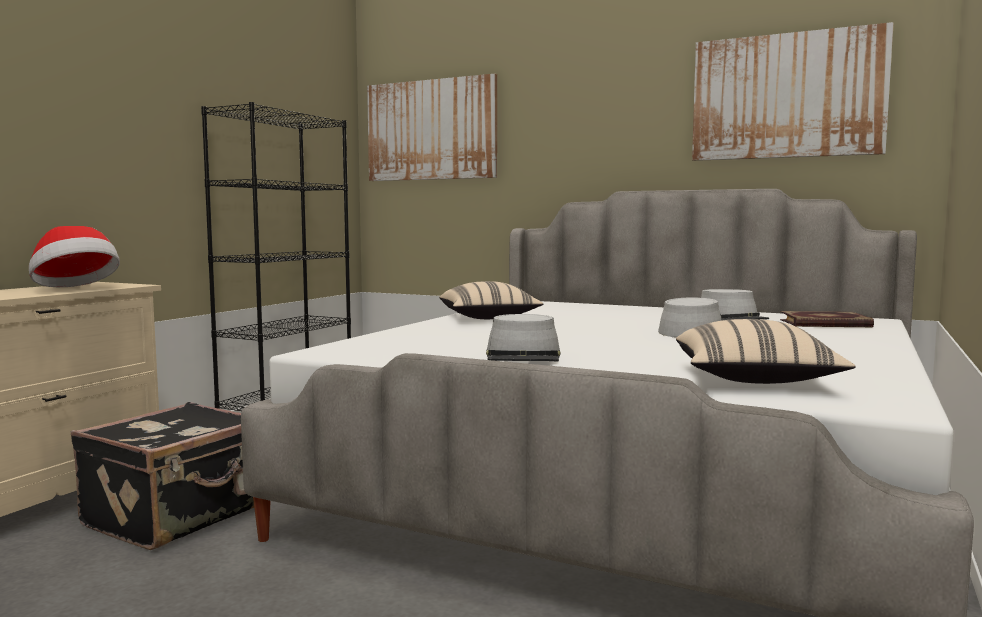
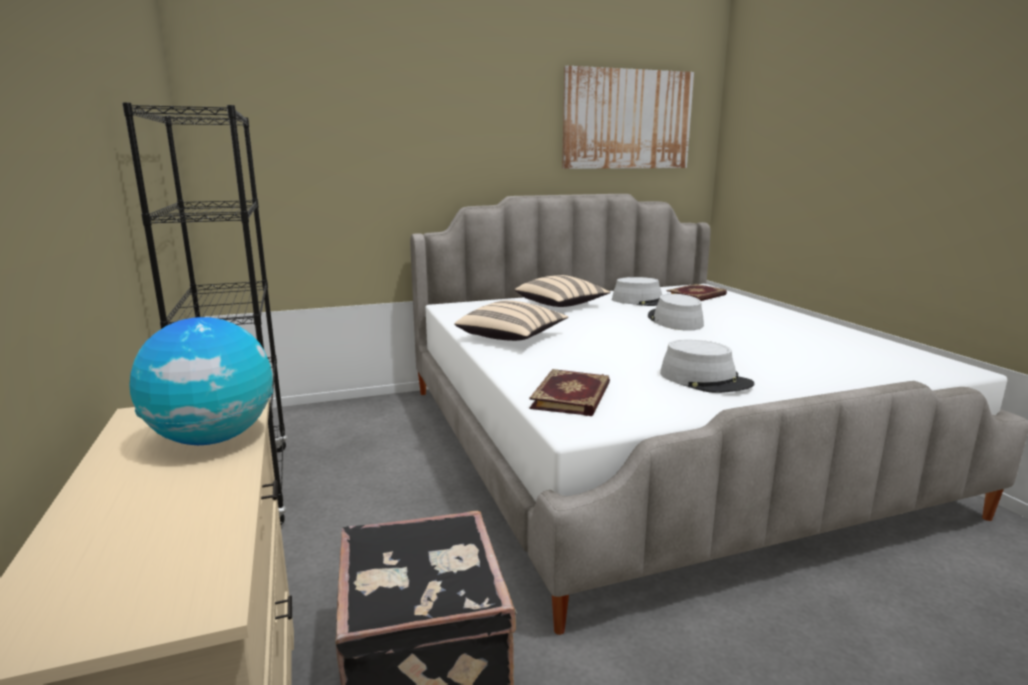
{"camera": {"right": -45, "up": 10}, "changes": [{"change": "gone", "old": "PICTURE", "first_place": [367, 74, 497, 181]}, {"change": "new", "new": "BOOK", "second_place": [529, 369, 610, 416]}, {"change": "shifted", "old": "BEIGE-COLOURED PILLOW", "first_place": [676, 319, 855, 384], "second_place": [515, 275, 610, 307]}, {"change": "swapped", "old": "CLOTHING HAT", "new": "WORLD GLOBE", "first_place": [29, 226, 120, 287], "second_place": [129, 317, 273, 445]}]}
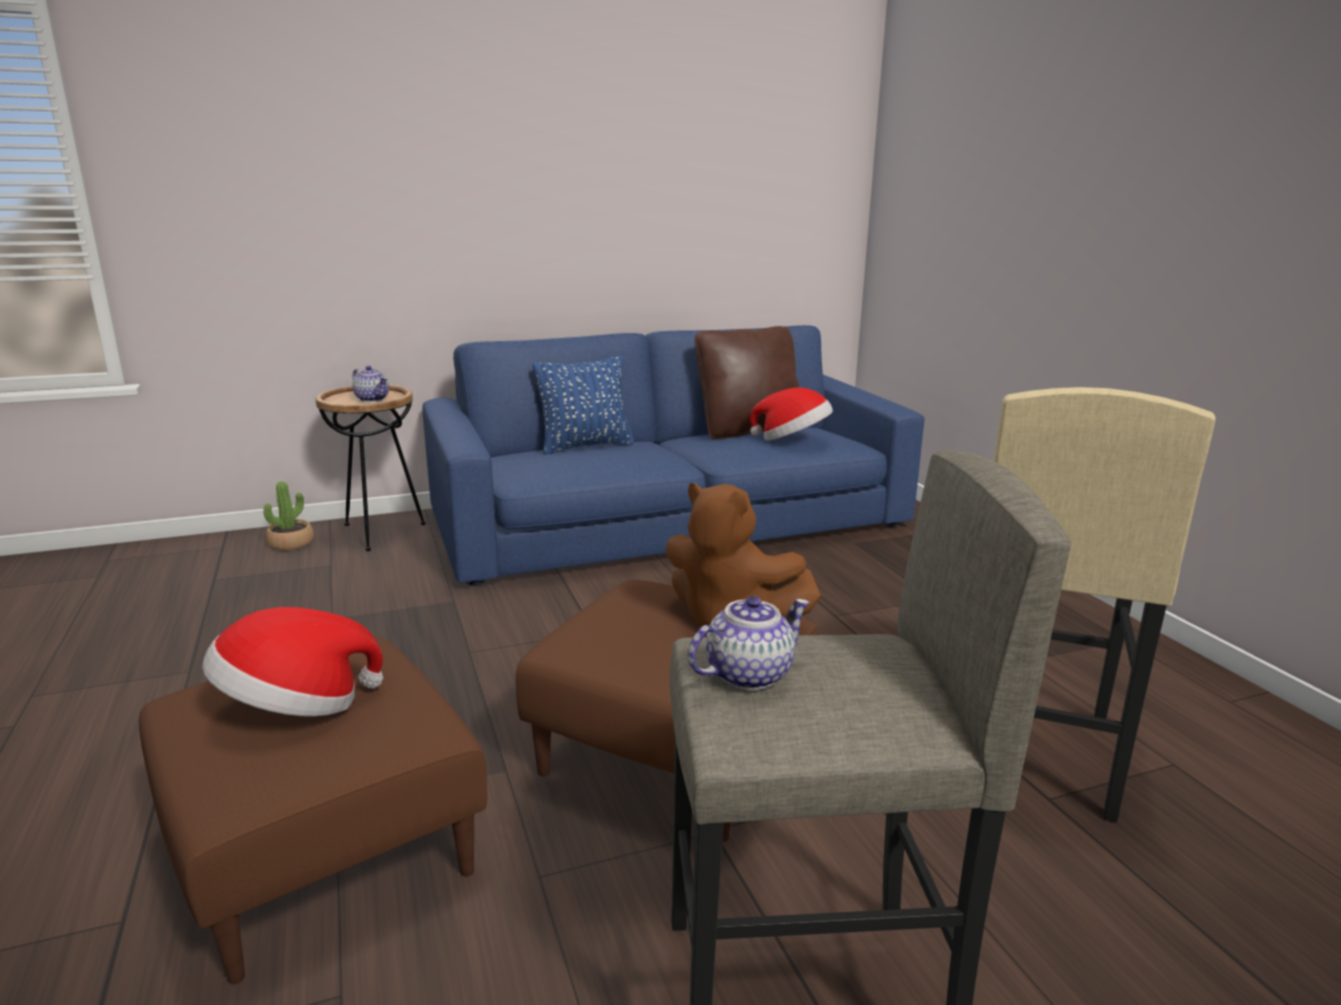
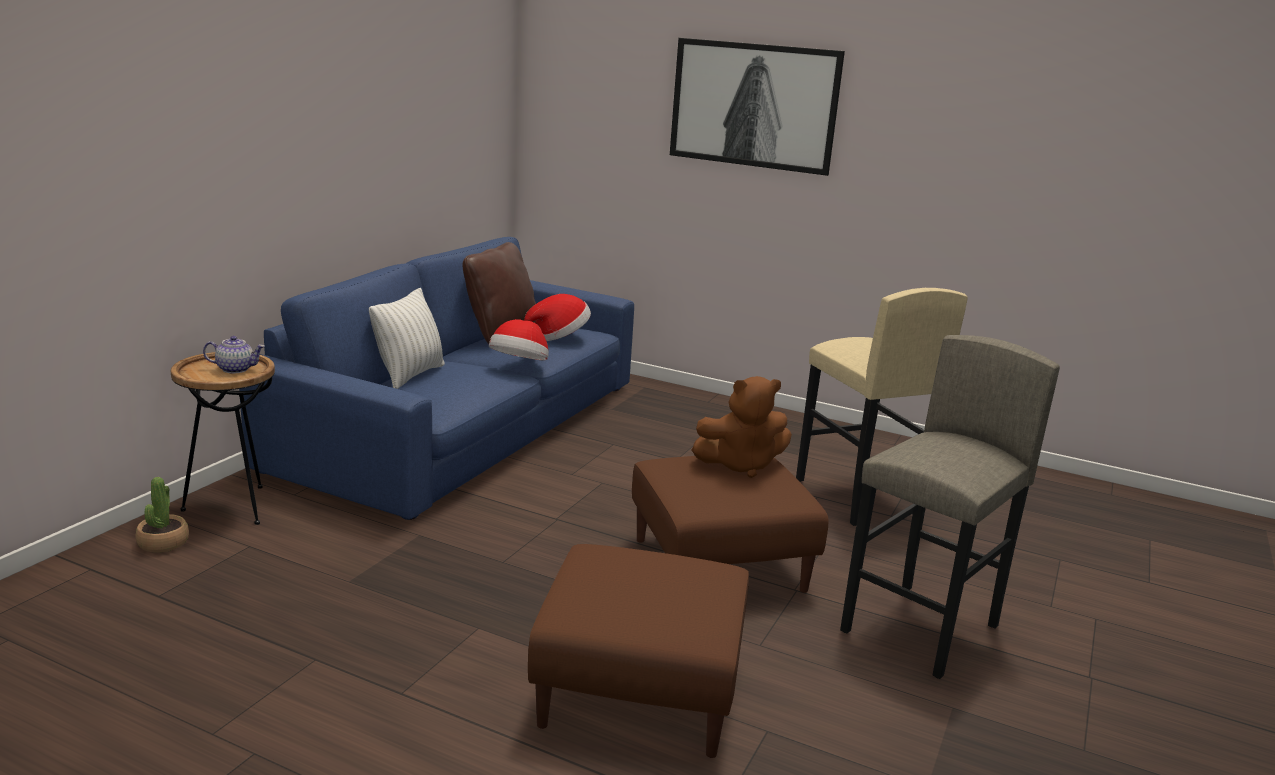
{"camera": {"right": -45, "up": 0}, "changes": [{"change": "gone", "old": "POT FOR TEA", "first_place": [688, 596, 810, 690]}, {"change": "new", "new": "PICTURE", "second_place": [670, 38, 845, 176]}, {"change": "shifted", "old": "CLOTHING HAT", "first_place": [202, 607, 383, 717], "second_place": [489, 319, 549, 361]}, {"change": "repainted", "old": "BLUISH PILLOW", "new": "WHITE-COLOURED PILLOW", "first_place": [532, 356, 634, 454], "second_place": [369, 288, 445, 389]}]}
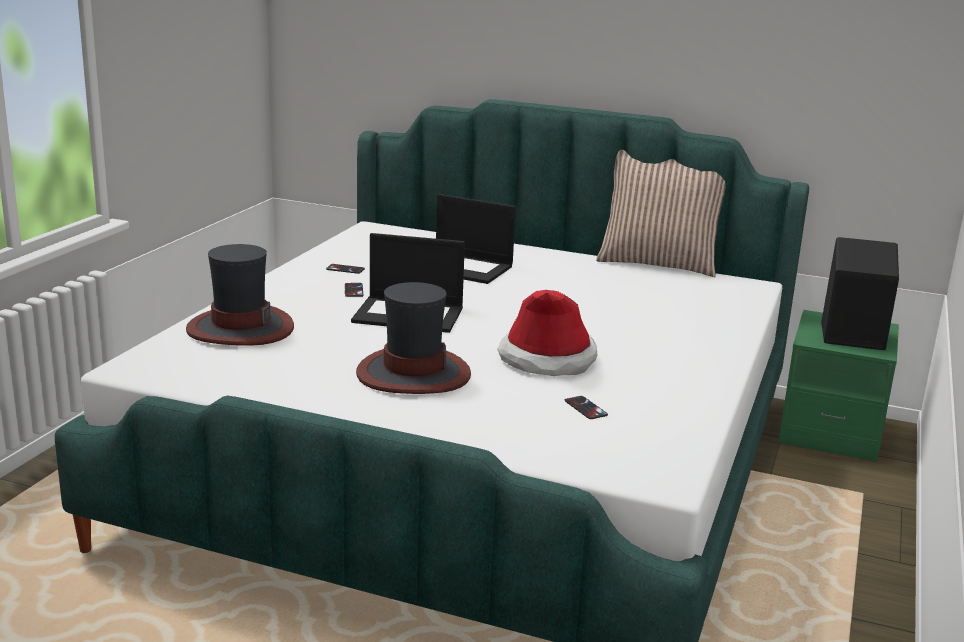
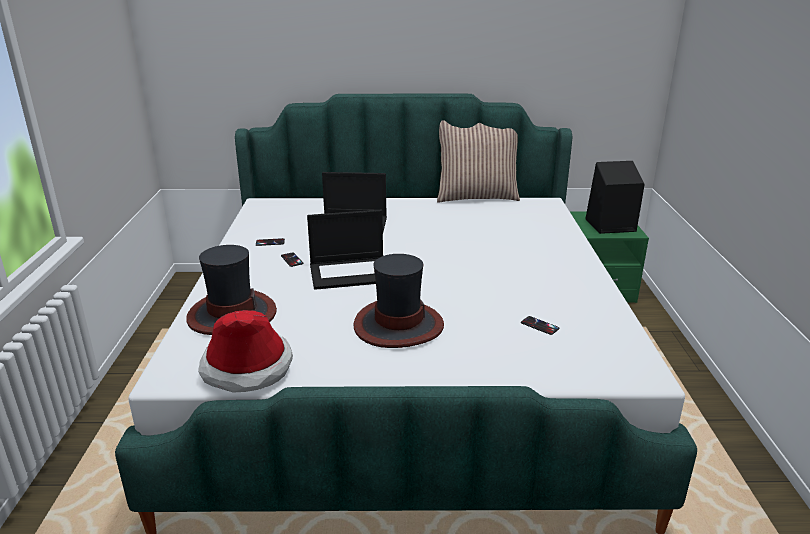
{"camera": {"right": -20, "up": 5}, "changes": [{"change": "shifted", "old": "CLOTHING HAT", "first_place": [497, 290, 597, 376], "second_place": [198, 310, 293, 392]}]}
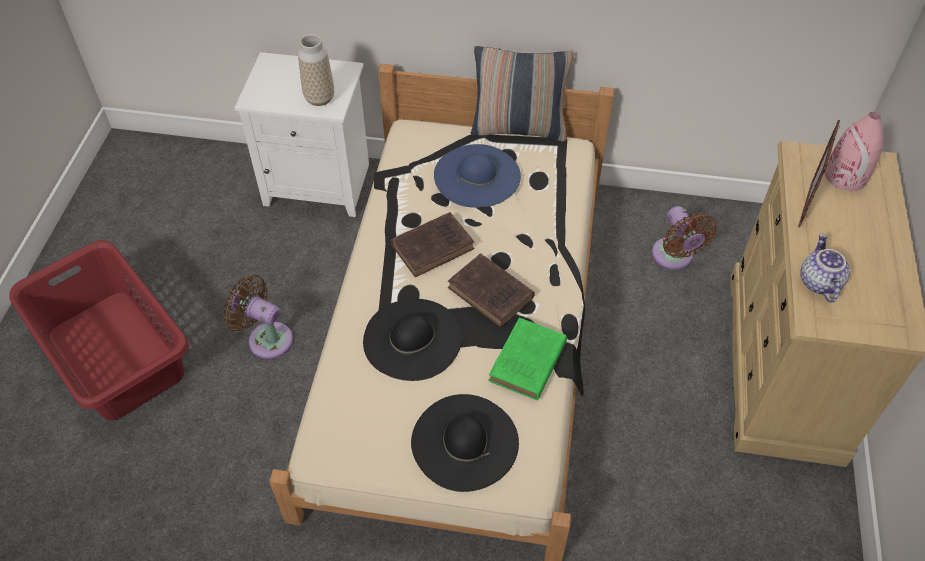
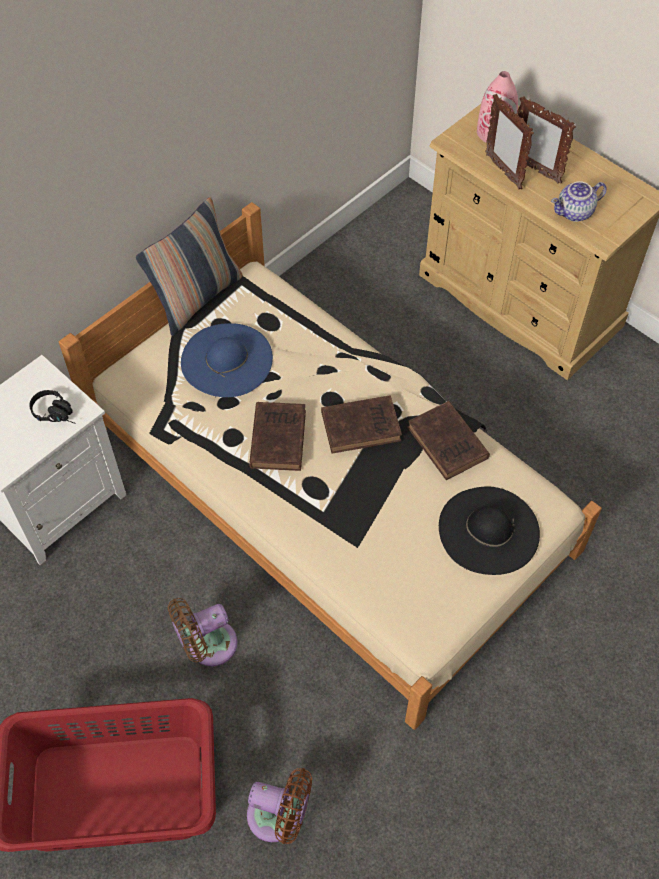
{"camera": {"right": -55, "up": 5}, "changes": [{"change": "gone", "old": "BLACK CLOTHING HAT", "first_place": [363, 299, 462, 381]}, {"change": "new", "new": "PHOTO FRAME", "second_place": [517, 97, 576, 184]}, {"change": "shifted", "old": "BROWN ELECTRIC FAN", "first_place": [652, 206, 717, 270], "second_place": [247, 768, 312, 844]}, {"change": "swapped", "old": "VASE", "new": "BLACK PAIR OF HEADPHONES", "first_place": [298, 34, 334, 106], "second_place": [29, 390, 76, 424]}, {"change": "repainted", "old": "GREENISH BOOK", "new": "BROWN BOOK", "first_place": [488, 318, 567, 400], "second_place": [407, 401, 490, 480]}, {"change": "rotated", "old": "POT FOR TEA", "first_place": [800, 233, 850, 302], "second_place": [551, 181, 607, 222], "degrees": -60}]}
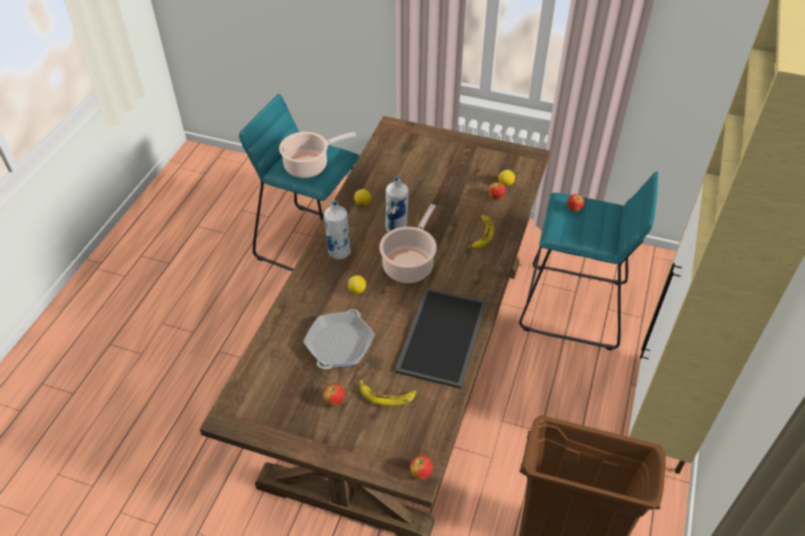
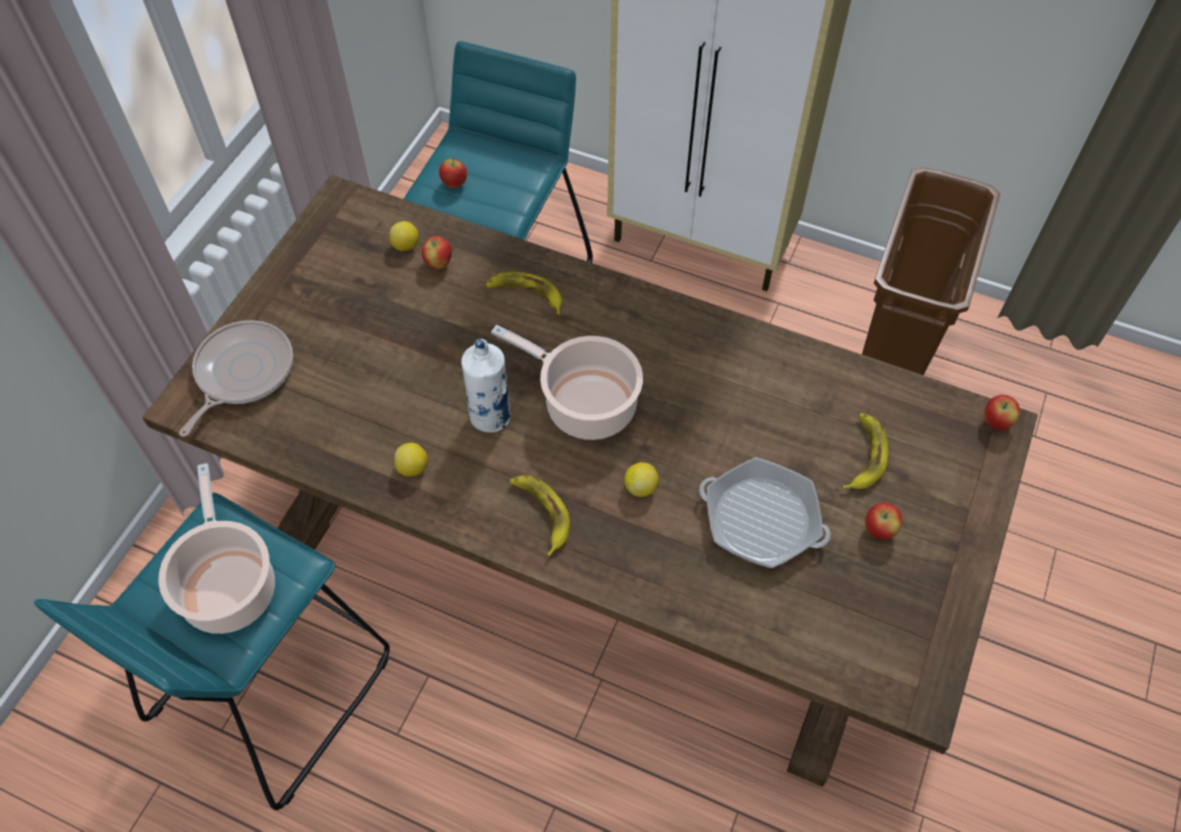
{"camera": {"right": -85, "up": 10}, "changes": [{"change": "gone", "old": "SERVING TRAY", "first_place": [395, 288, 486, 389]}, {"change": "new", "new": "SKILLET", "second_place": [179, 320, 293, 437]}, {"change": "swapped", "old": "WHITE-COLOURED BOTTLE", "new": "BANANA FRUIT", "first_place": [324, 201, 351, 259], "second_place": [510, 475, 570, 557]}]}
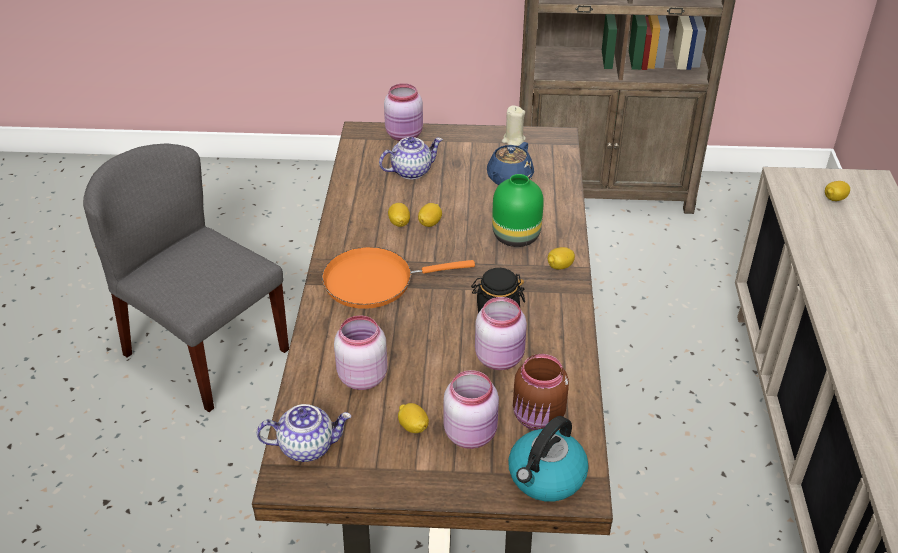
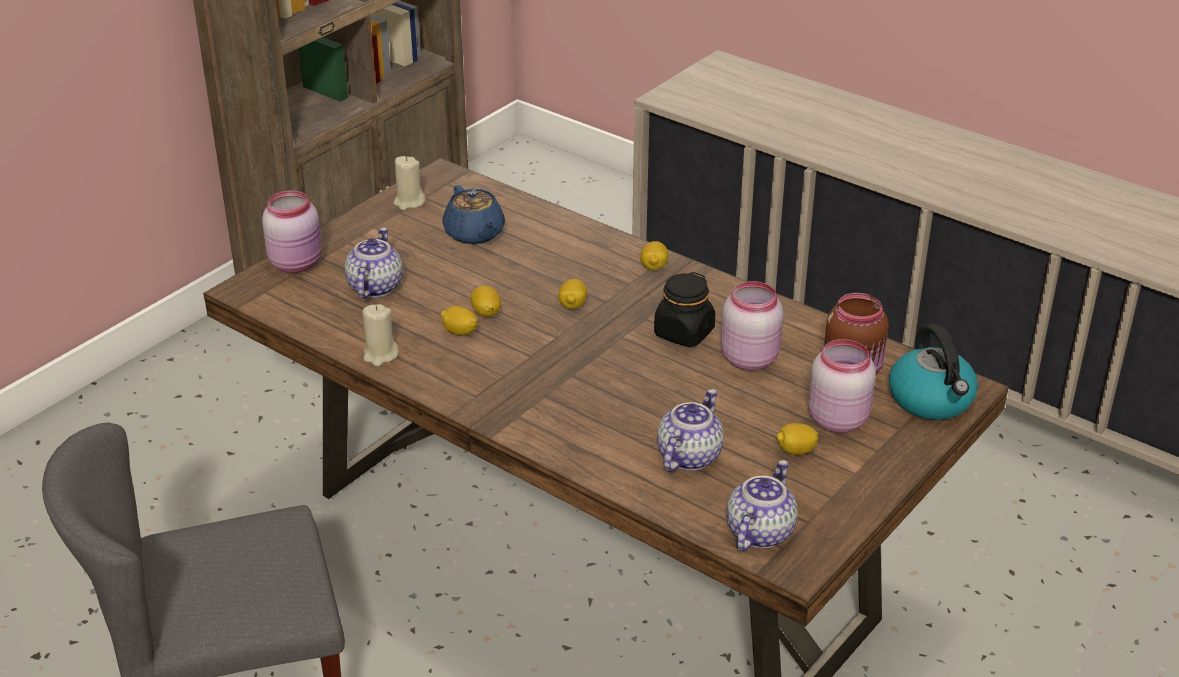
{"camera": {"right": -55, "up": -5}, "changes": [{"change": "gone", "old": "ORANGE-COLOURED SKILLET", "first_place": [322, 247, 475, 309]}, {"change": "gone", "old": "GREENISH VASE", "first_place": [492, 174, 544, 247]}, {"change": "new", "new": "BEIGE-COLOURED CANDLE", "second_place": [362, 304, 399, 366]}, {"change": "shifted", "old": "WHOLE LEMON", "first_place": [825, 181, 850, 201], "second_place": [558, 279, 587, 309]}, {"change": "swapped", "old": "PINK-COLOURED JAR", "new": "POT FOR TEA", "first_place": [334, 316, 387, 390], "second_place": [657, 389, 724, 472]}]}
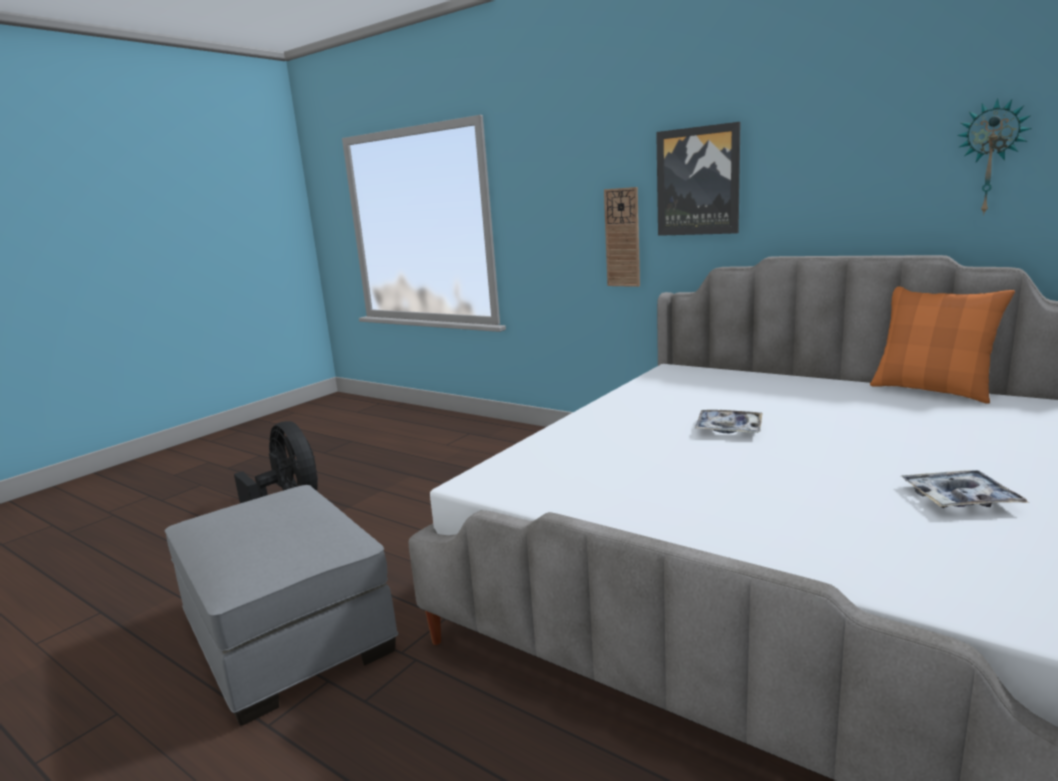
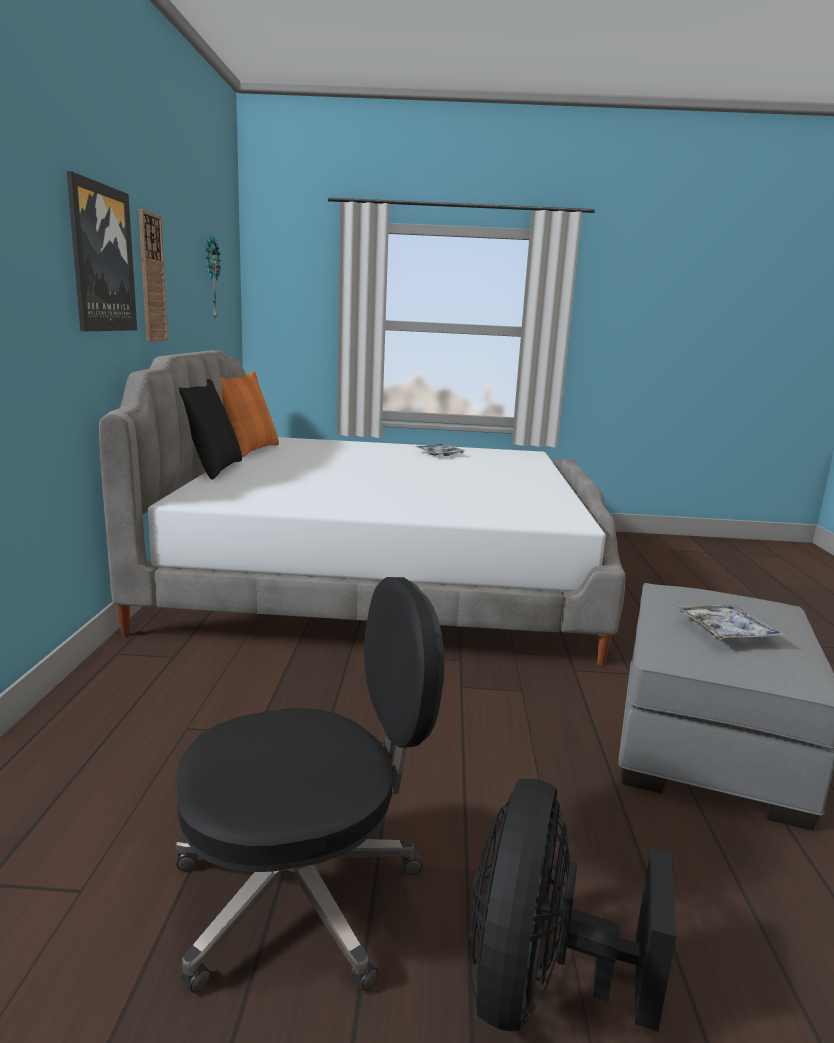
{"camera": {"right": -125, "up": 0}, "changes": [{"change": "new", "new": "BLACK COMPUTER CHAIR", "second_place": [176, 577, 444, 993]}, {"change": "new", "new": "BLACK PILLOW", "second_place": [179, 379, 242, 480]}, {"change": "shifted", "old": "CLOCK ON THE WALL", "first_place": [604, 187, 640, 287], "second_place": [139, 209, 168, 342]}, {"change": "shifted", "old": "SERVING TRAY", "first_place": [695, 410, 762, 433], "second_place": [676, 605, 786, 640]}]}
